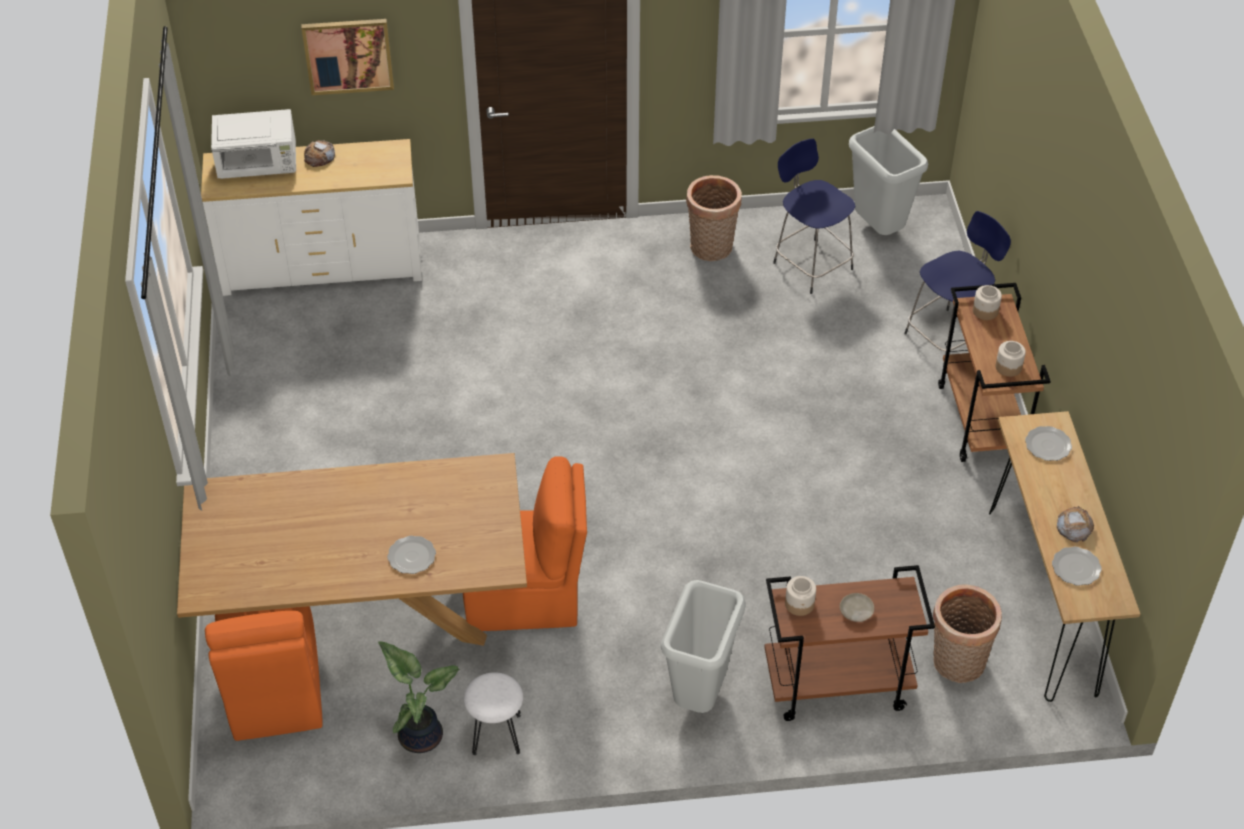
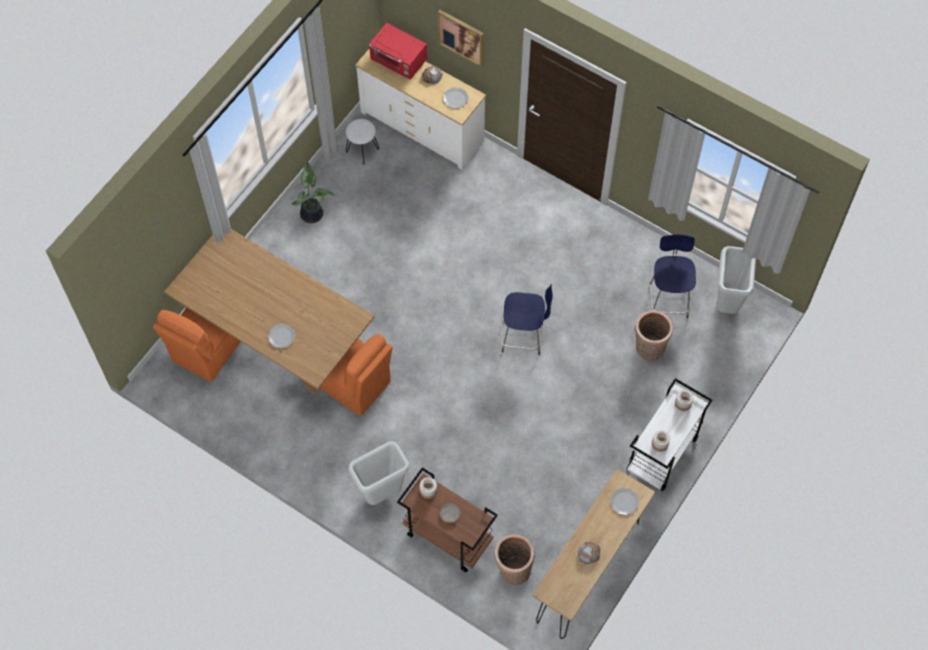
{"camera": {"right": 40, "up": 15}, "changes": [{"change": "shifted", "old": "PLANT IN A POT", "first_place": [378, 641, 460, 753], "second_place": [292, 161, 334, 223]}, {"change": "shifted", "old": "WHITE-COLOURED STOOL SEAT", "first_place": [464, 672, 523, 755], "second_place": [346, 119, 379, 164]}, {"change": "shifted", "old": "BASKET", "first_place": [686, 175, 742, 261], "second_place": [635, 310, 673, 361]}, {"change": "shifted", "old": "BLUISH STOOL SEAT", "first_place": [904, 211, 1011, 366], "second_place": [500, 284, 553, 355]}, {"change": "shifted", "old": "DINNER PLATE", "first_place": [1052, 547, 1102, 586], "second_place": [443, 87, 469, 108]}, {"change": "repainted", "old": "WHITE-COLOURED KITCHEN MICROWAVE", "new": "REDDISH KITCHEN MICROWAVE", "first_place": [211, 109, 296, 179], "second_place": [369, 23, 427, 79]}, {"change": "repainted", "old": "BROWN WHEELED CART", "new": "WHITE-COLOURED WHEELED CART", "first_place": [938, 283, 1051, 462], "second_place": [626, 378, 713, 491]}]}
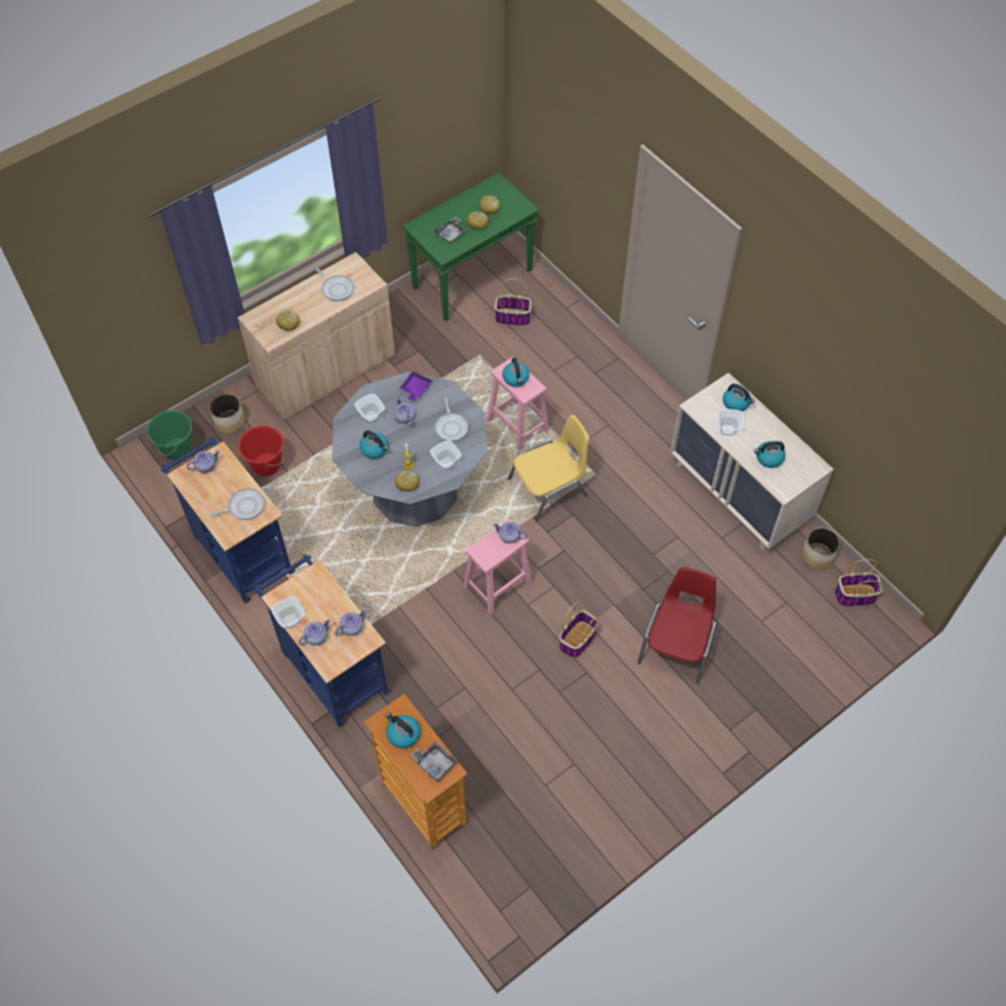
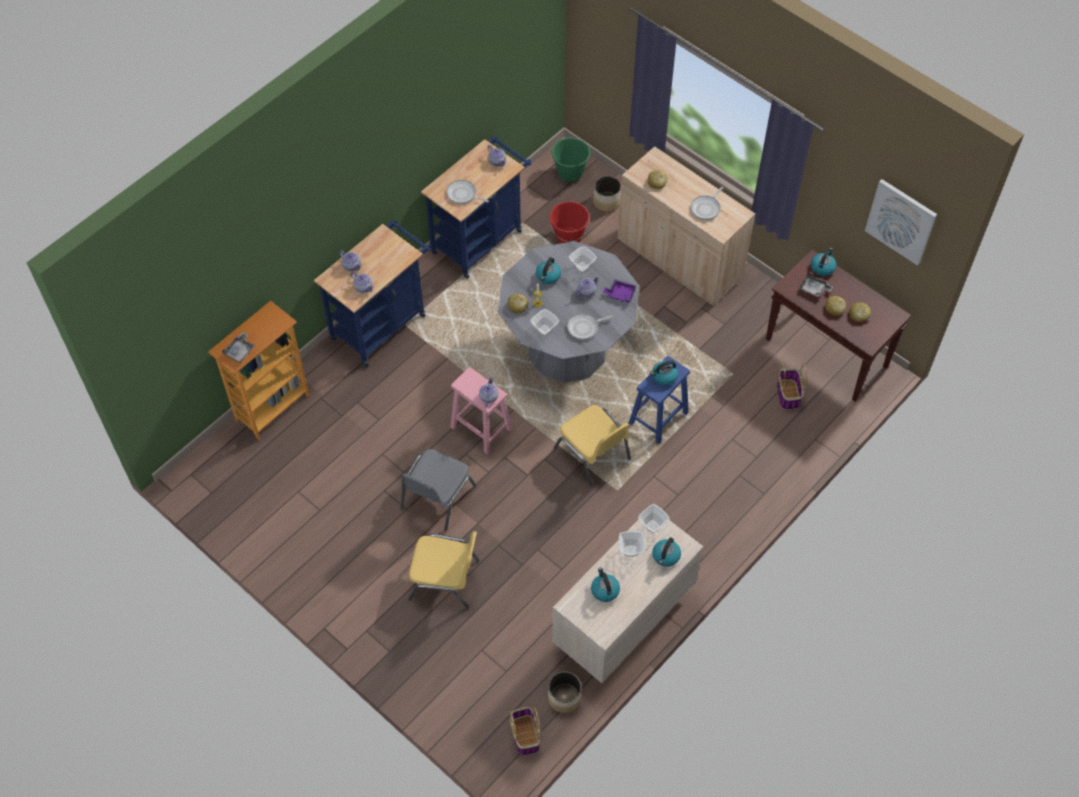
{"camera": {"right": 80, "up": 0}, "changes": [{"change": "new", "new": "PICTURE", "second_place": [865, 179, 937, 266]}, {"change": "shifted", "old": "DEEP DISH", "first_place": [271, 596, 305, 628], "second_place": [638, 504, 670, 533]}, {"change": "shifted", "old": "KETTLE", "first_place": [385, 712, 421, 748], "second_place": [811, 248, 836, 276]}, {"change": "swapped", "old": "BASKET", "new": "GRAY PLAIN CHAIR", "first_place": [559, 603, 598, 658], "second_place": [400, 449, 476, 531]}, {"change": "repainted", "old": "GREENISH NARROW TABLE", "new": "BROWN NARROW TABLE", "first_place": [402, 172, 539, 322], "second_place": [766, 249, 911, 402]}, {"change": "repainted", "old": "PINK-COLOURED STOOL SEAT", "new": "BLUISH STOOL SEAT", "first_place": [487, 357, 549, 451], "second_place": [629, 356, 690, 444]}, {"change": "repainted", "old": "REDDISH PLAIN CHAIR", "new": "YELLOW PLAIN CHAIR", "first_place": [638, 567, 717, 683], "second_place": [408, 531, 480, 609]}, {"change": "rotated", "old": "SKILLET", "first_place": [210, 488, 264, 520], "second_place": [446, 180, 489, 204], "degrees": 150}]}
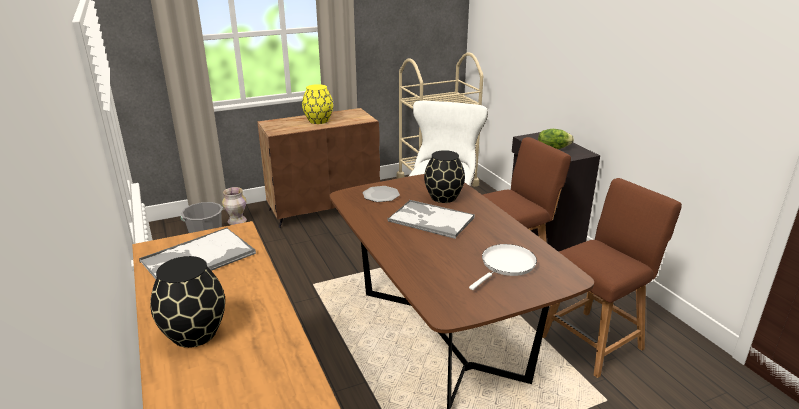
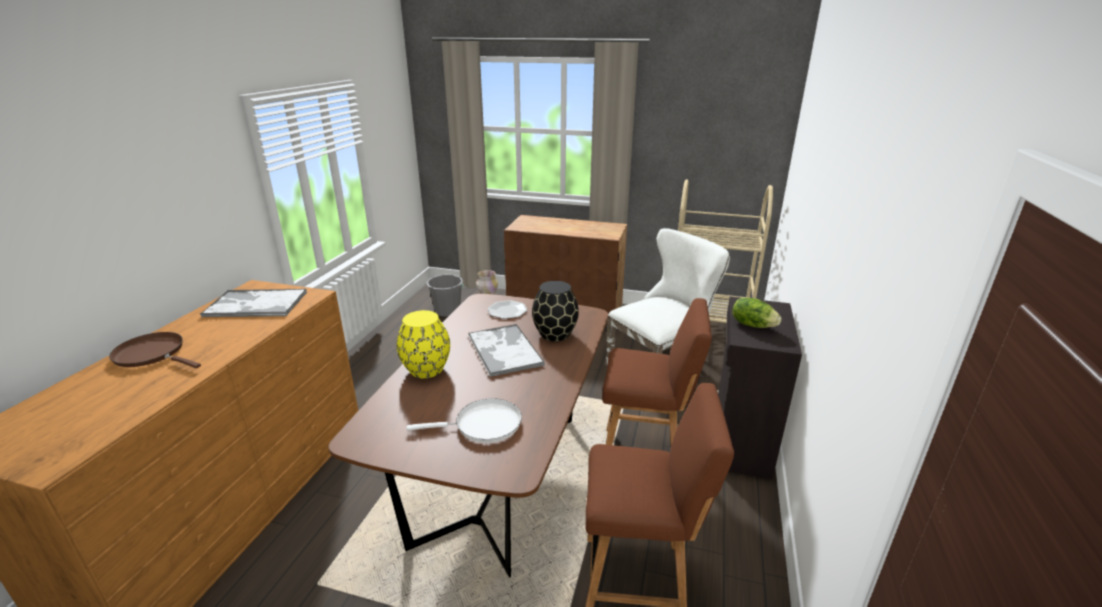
{"camera": {"right": 40, "up": 0}, "changes": [{"change": "shifted", "old": "YELLOW VASE", "first_place": [302, 84, 333, 124], "second_place": [397, 310, 450, 378]}, {"change": "swapped", "old": "BLACK VASE", "new": "BROWN SKILLET", "first_place": [150, 256, 225, 348], "second_place": [109, 332, 201, 368]}]}
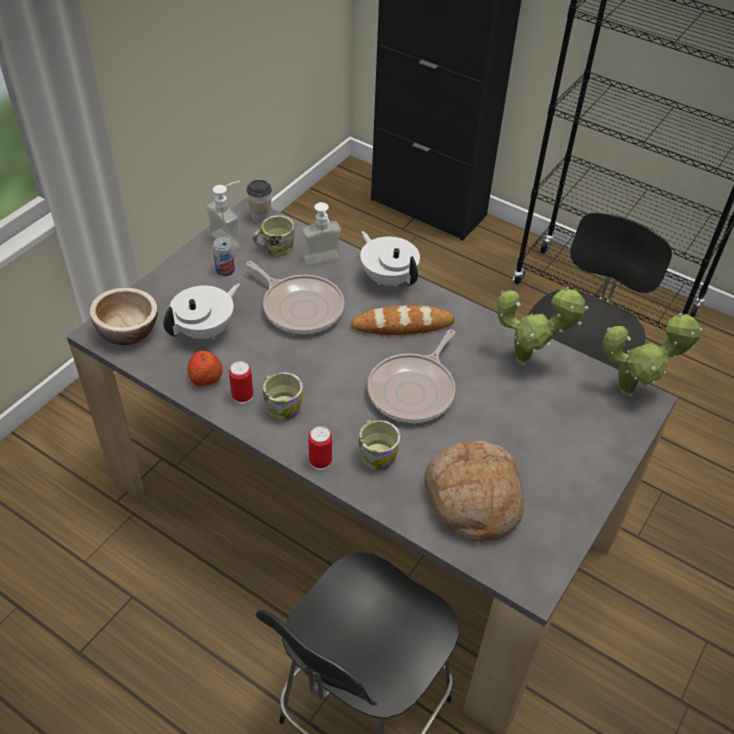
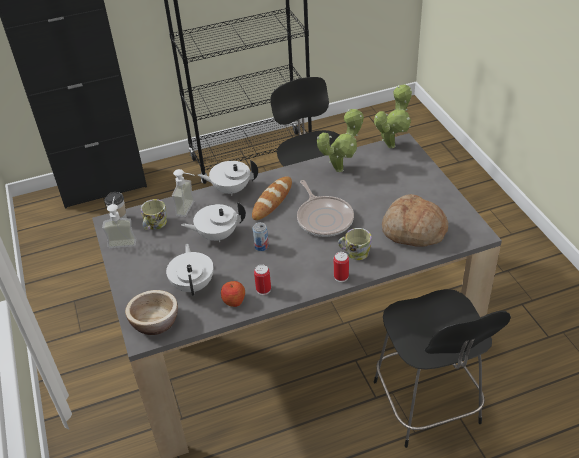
{"camera": {"right": -50, "up": -5}, "changes": [{"change": "gone", "old": "COFFEE MUG", "first_place": [263, 372, 303, 421]}, {"change": "shifted", "old": "CAN", "first_place": [213, 237, 235, 276], "second_place": [253, 222, 269, 251]}, {"change": "swapped", "old": "SKILLET", "new": "WHITE-COLOURED POT FOR TEA", "first_place": [246, 261, 344, 334], "second_place": [181, 202, 246, 242]}]}
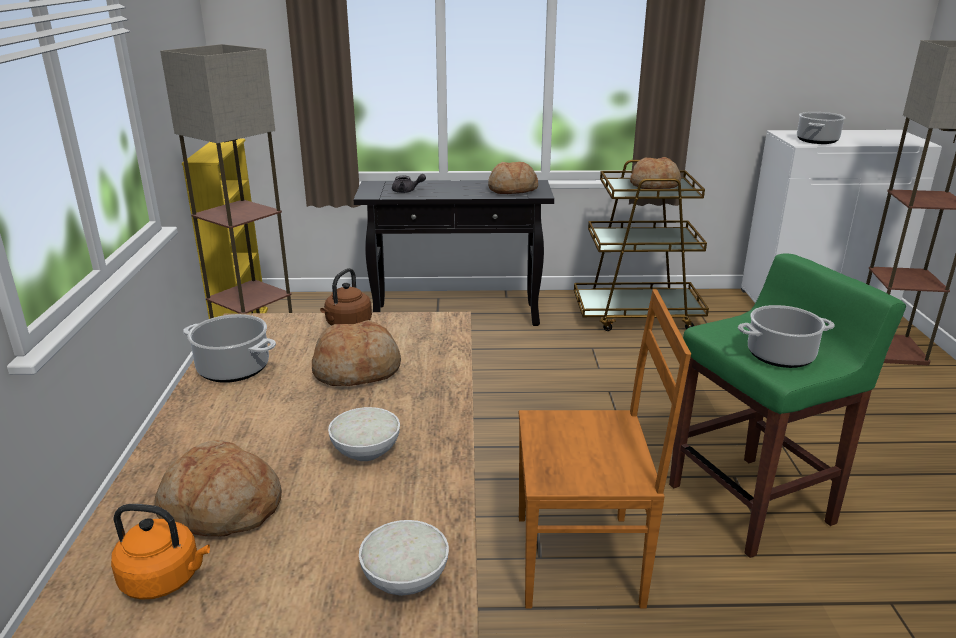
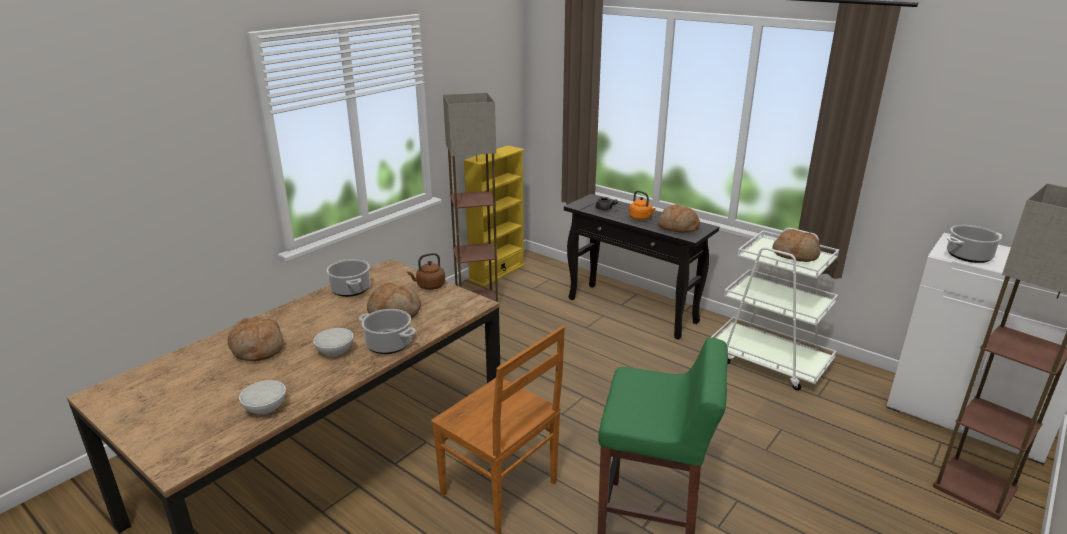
{"camera": {"right": 40, "up": 0}, "changes": [{"change": "shifted", "old": "ORANGE-COLOURED KETTLE", "first_place": [111, 504, 210, 600], "second_place": [629, 191, 656, 220]}, {"change": "shifted", "old": "COOKING POT", "first_place": [738, 305, 835, 368], "second_place": [359, 309, 416, 354]}, {"change": "repainted", "old": "BROWN WHEELED CART", "new": "WHITE-COLOURED WHEELED CART", "first_place": [574, 160, 709, 331], "second_place": [711, 228, 839, 391]}]}
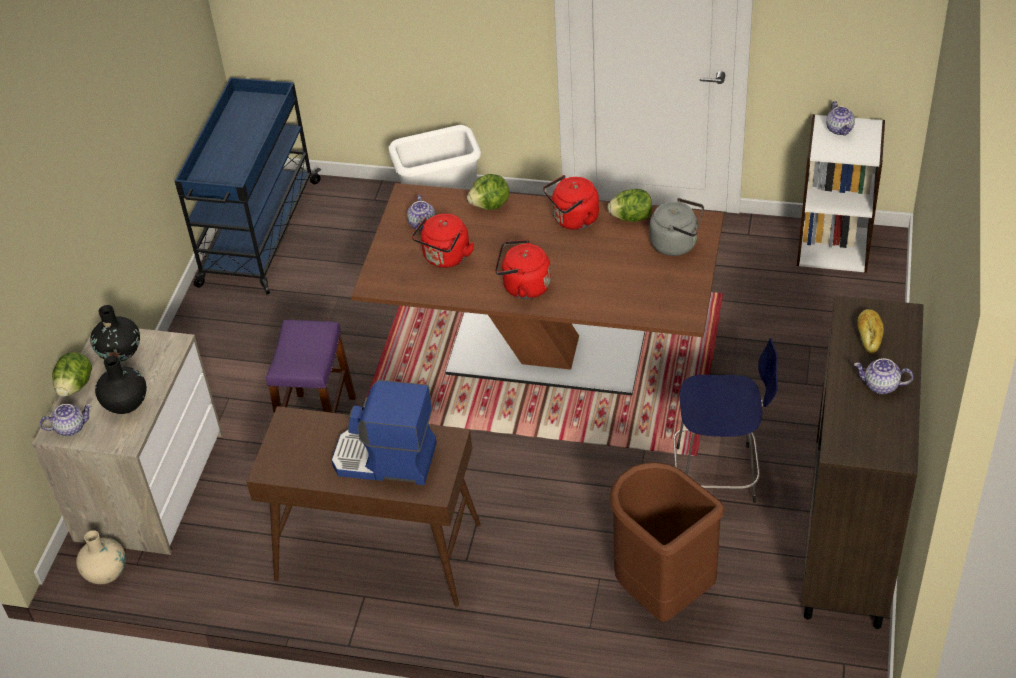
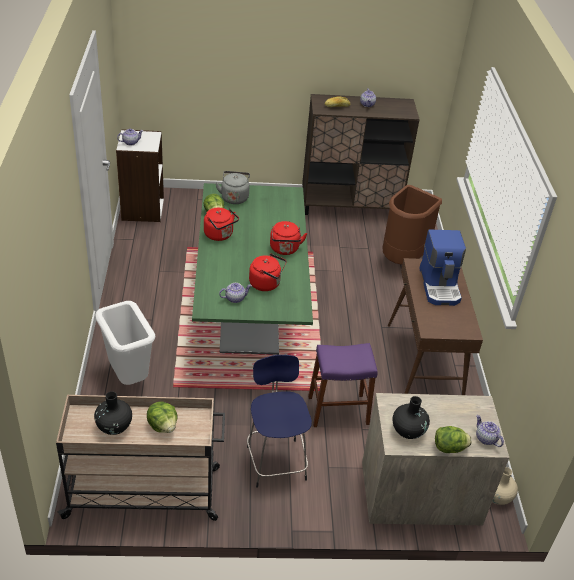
{"camera": {"right": -110, "up": -5}, "changes": [{"change": "shifted", "old": "BLACK VASE", "first_place": [95, 356, 146, 414], "second_place": [94, 391, 132, 435]}, {"change": "shifted", "old": "HEAD OF LETTUCE", "first_place": [467, 174, 510, 210], "second_place": [147, 401, 178, 433]}, {"change": "shifted", "old": "BLUISH STOOL SEAT", "first_place": [673, 338, 778, 503], "second_place": [247, 355, 312, 488]}, {"change": "repainted", "old": "BLUISH WHEELED CART", "new": "BEIGE-COLOURED WHEELED CART", "first_place": [175, 77, 321, 294], "second_place": [56, 395, 225, 521]}, {"change": "repainted", "old": "BROWN KITCHEN TABLE", "new": "GREENISH KITCHEN TABLE", "first_place": [351, 183, 724, 395], "second_place": [192, 183, 313, 355]}]}
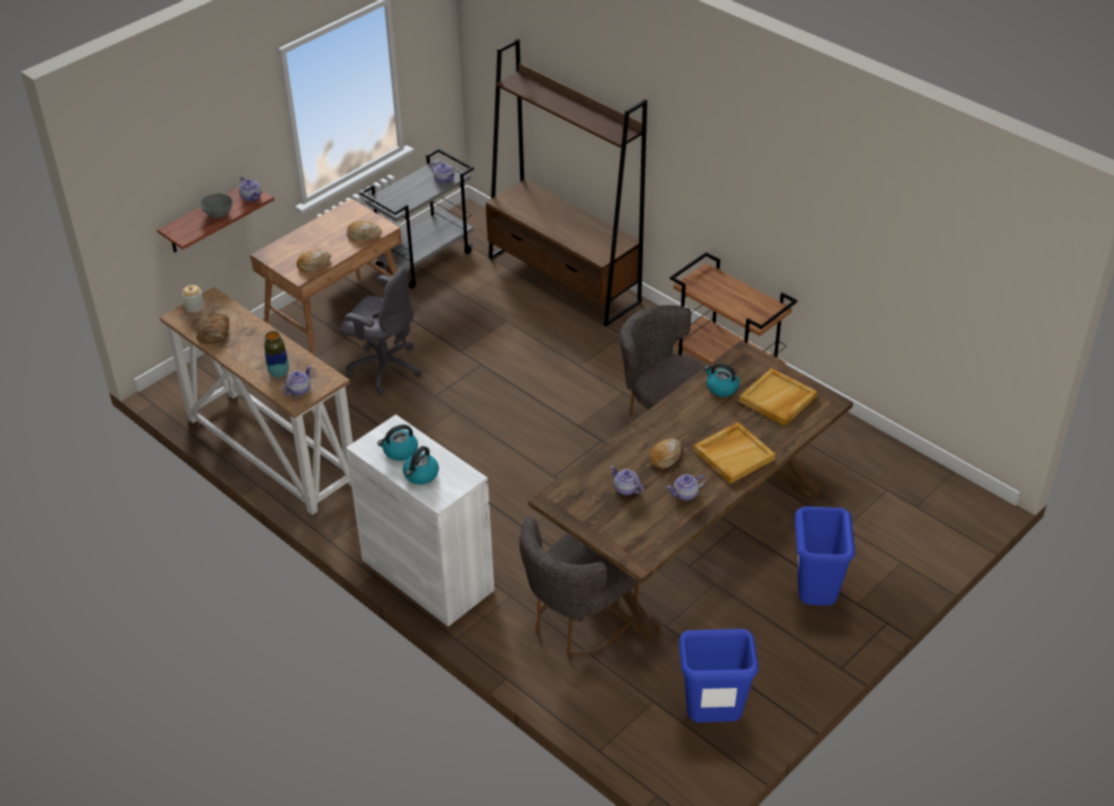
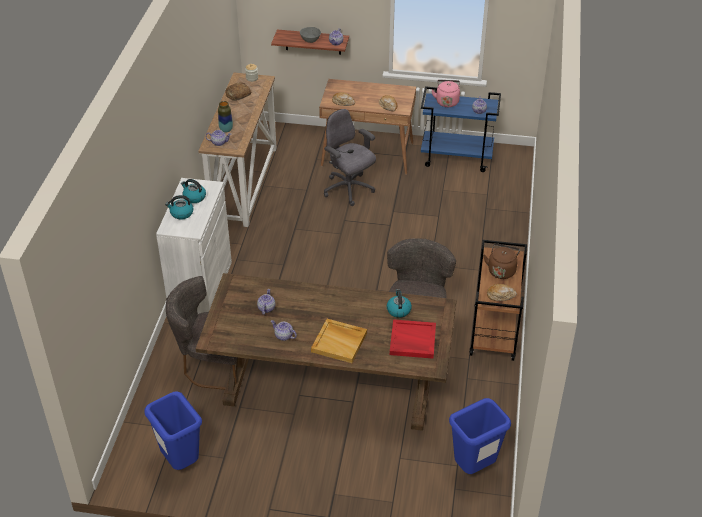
{"camera": {"right": 55, "up": 0}, "changes": [{"change": "gone", "old": "BROWN SHELVING UNIT", "first_place": [486, 39, 647, 327]}, {"change": "new", "new": "PINK-COLOURED KETTLE", "second_place": [432, 80, 460, 107]}, {"change": "new", "new": "BROWN KETTLE", "second_place": [483, 243, 520, 279]}, {"change": "shifted", "old": "BREAD", "first_place": [649, 438, 681, 469], "second_place": [487, 284, 517, 301]}, {"change": "shifted", "old": "BLUISH TRASH CAN", "first_place": [795, 507, 855, 605], "second_place": [449, 398, 511, 474]}, {"change": "repainted", "old": "GRAY WHEELED CART", "new": "BLUISH WHEELED CART", "first_place": [360, 148, 474, 289], "second_place": [421, 86, 501, 172]}, {"change": "repainted", "old": "BEIGE-COLOURED SERVING TRAY", "new": "REDDISH SERVING TRAY", "first_place": [739, 368, 817, 426], "second_place": [390, 319, 436, 359]}, {"change": "rotated", "old": "GRAY COMPUTER CHAIR", "first_place": [340, 267, 422, 394], "second_place": [324, 109, 376, 206], "degrees": 150}]}
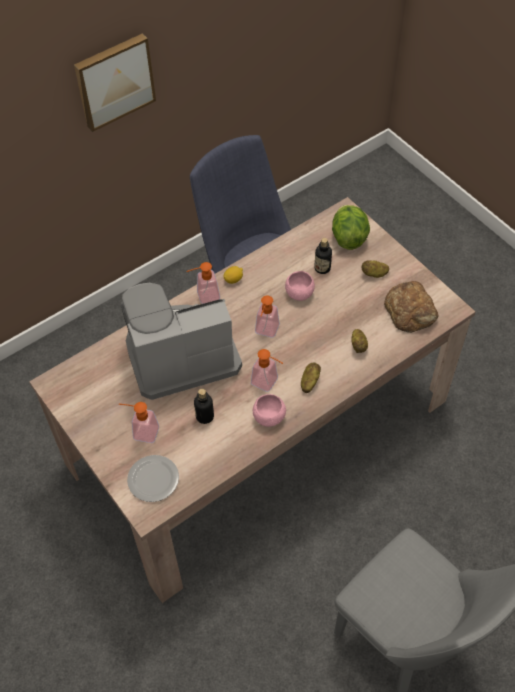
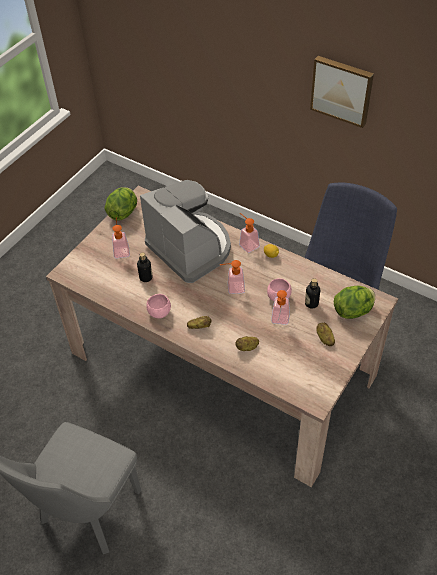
{"camera": {"right": 70, "up": -5}, "changes": [{"change": "gone", "old": "DINNER PLATE", "first_place": [127, 455, 179, 502]}, {"change": "gone", "old": "BREAD", "first_place": [384, 281, 438, 333]}, {"change": "new", "new": "HEAD OF LETTUCE", "second_place": [105, 187, 137, 220]}, {"change": "shifted", "old": "SOAP BOTTLE", "first_place": [251, 349, 283, 392], "second_place": [271, 290, 290, 325]}]}
